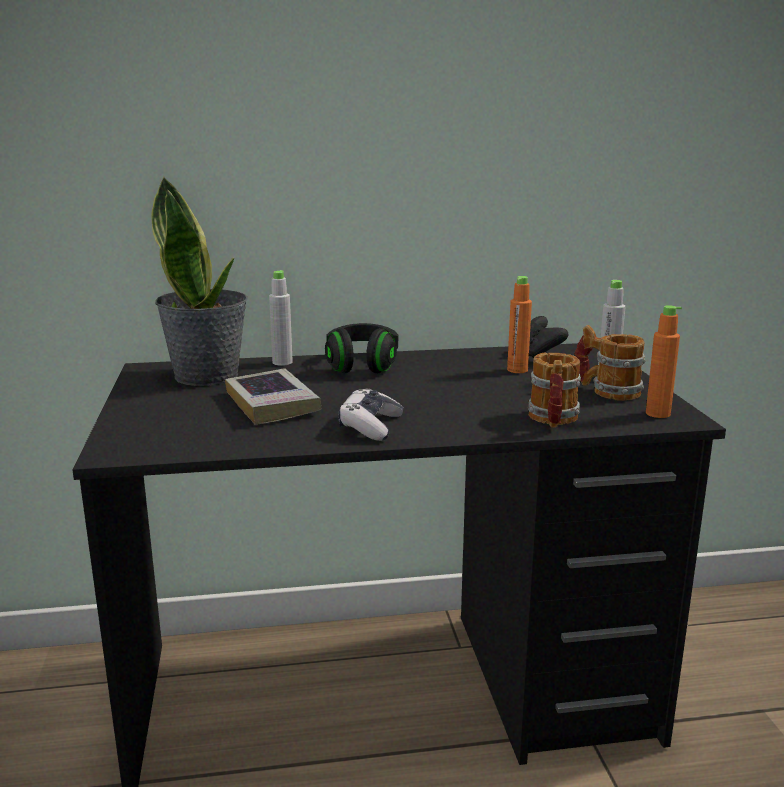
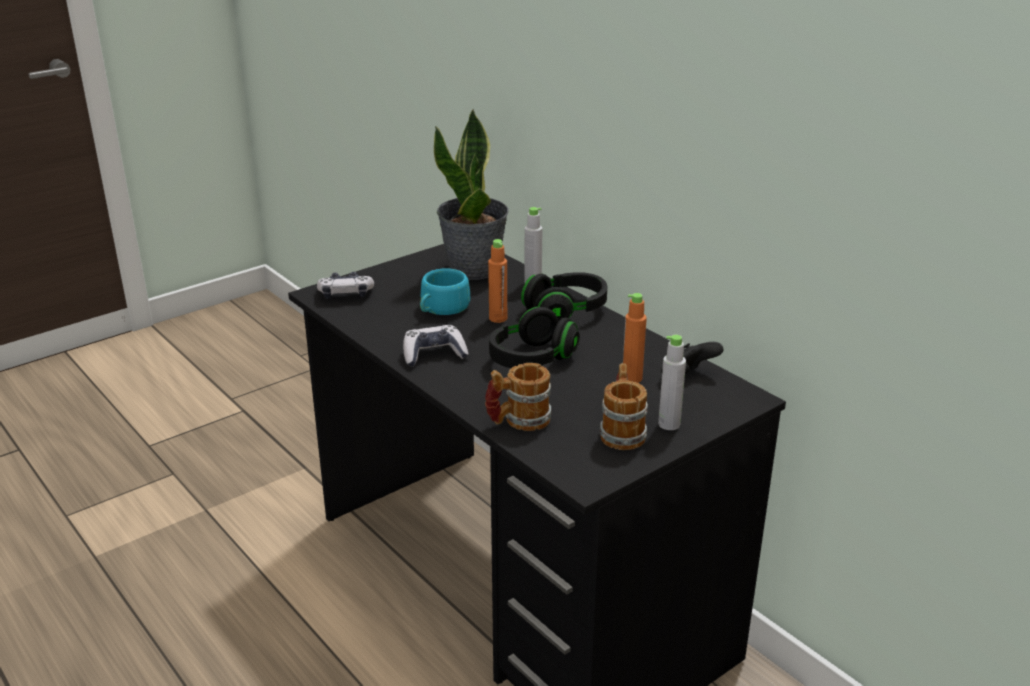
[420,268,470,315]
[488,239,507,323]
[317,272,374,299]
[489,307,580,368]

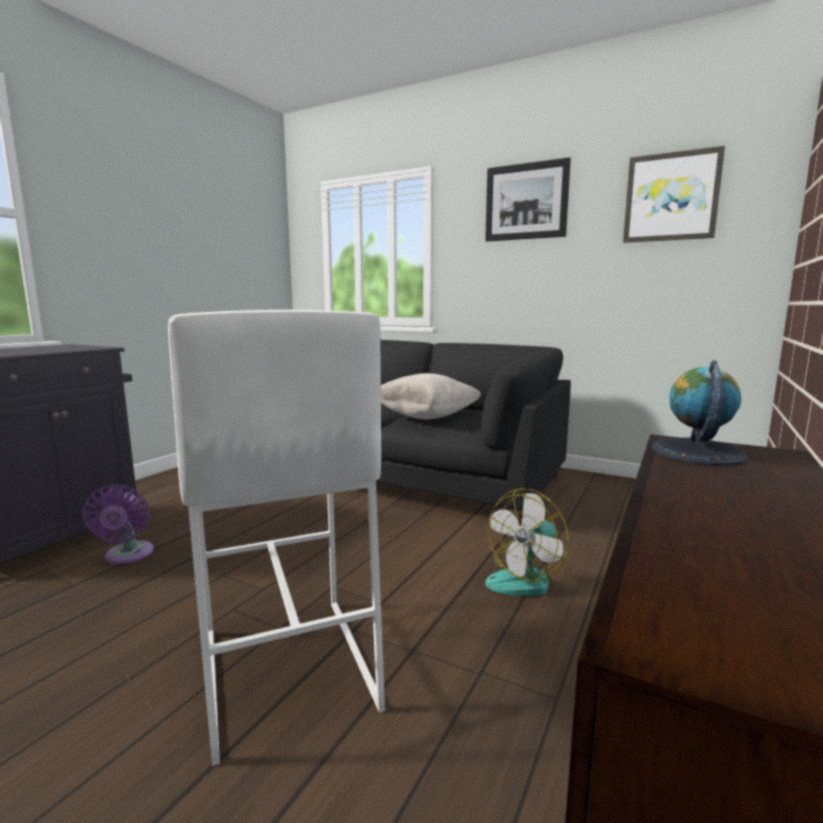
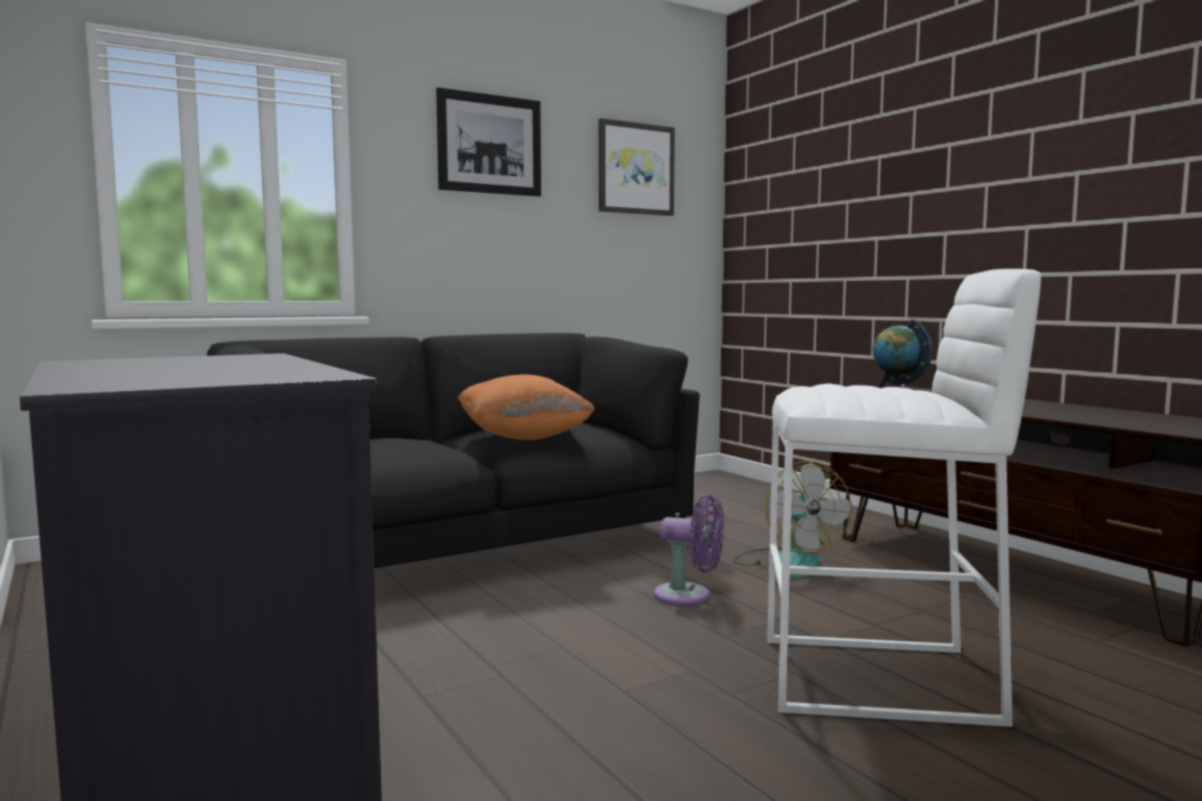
[654,495,724,606]
[458,374,595,440]

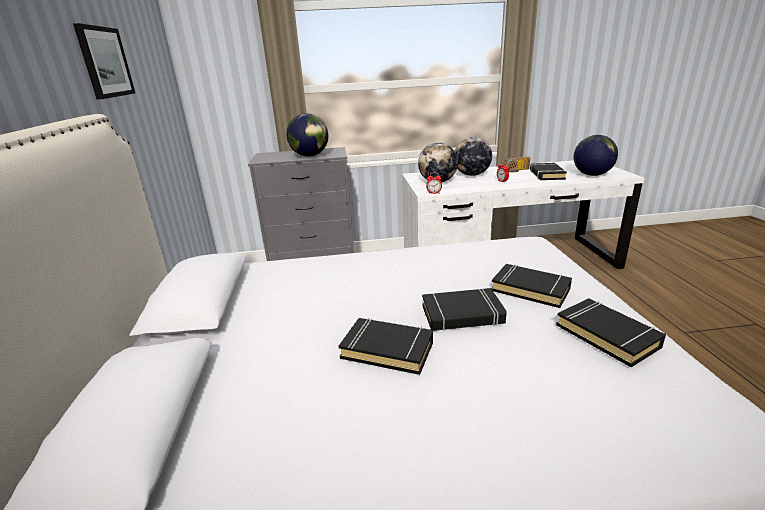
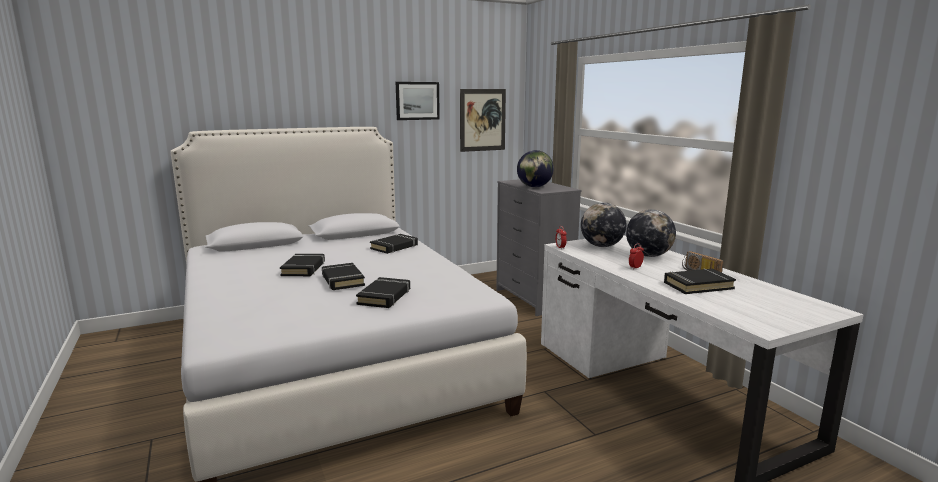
[370,234,418,254]
[574,135,618,176] (first image)
[460,89,506,152]

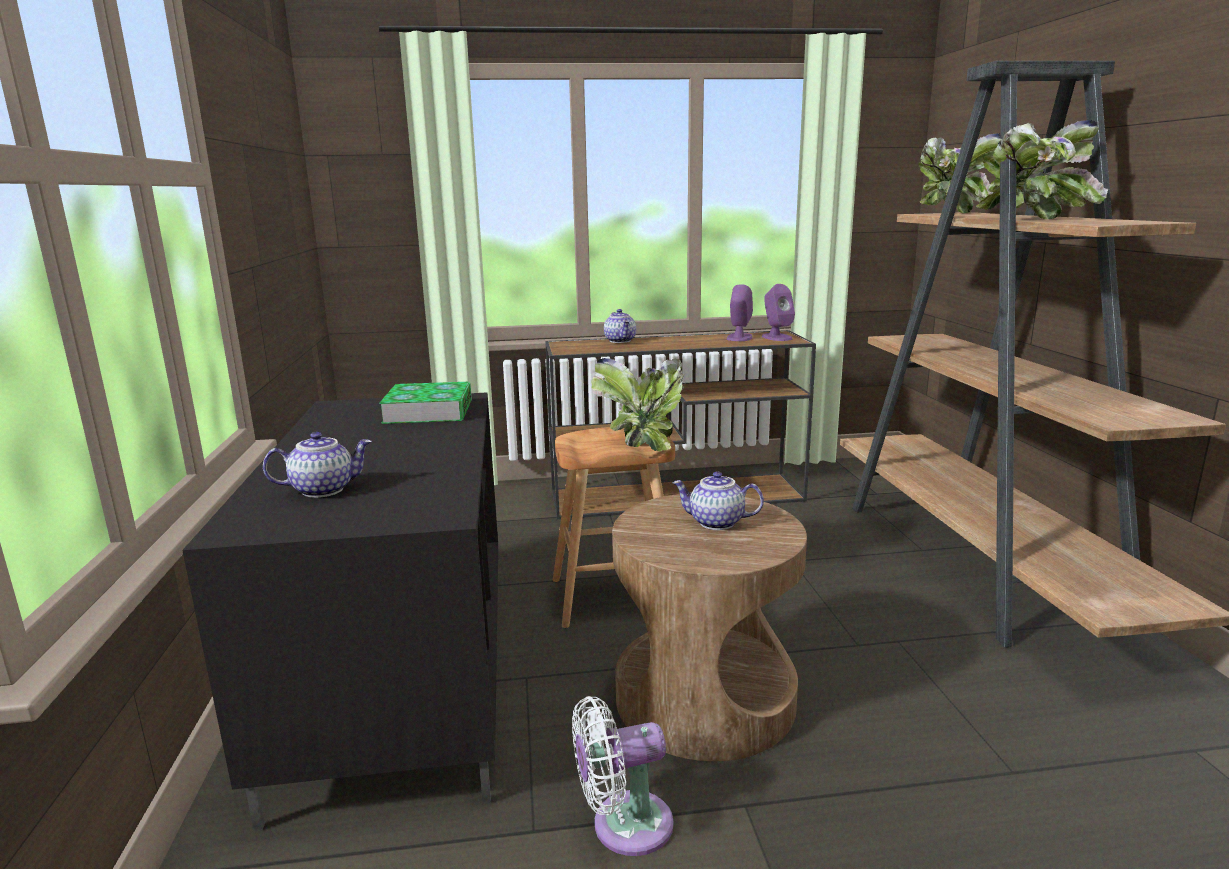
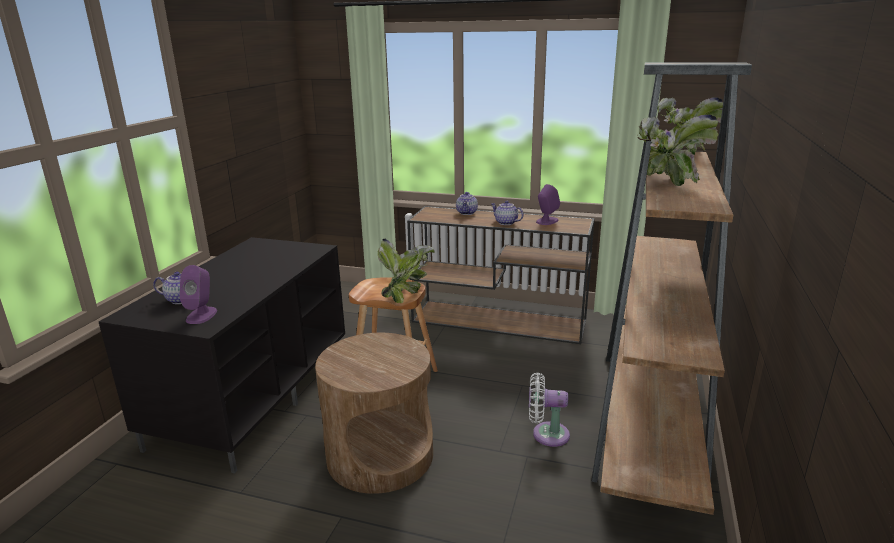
[379,382,472,424] (first image)
[529,372,570,447]
[491,201,523,225]
[180,265,217,324]

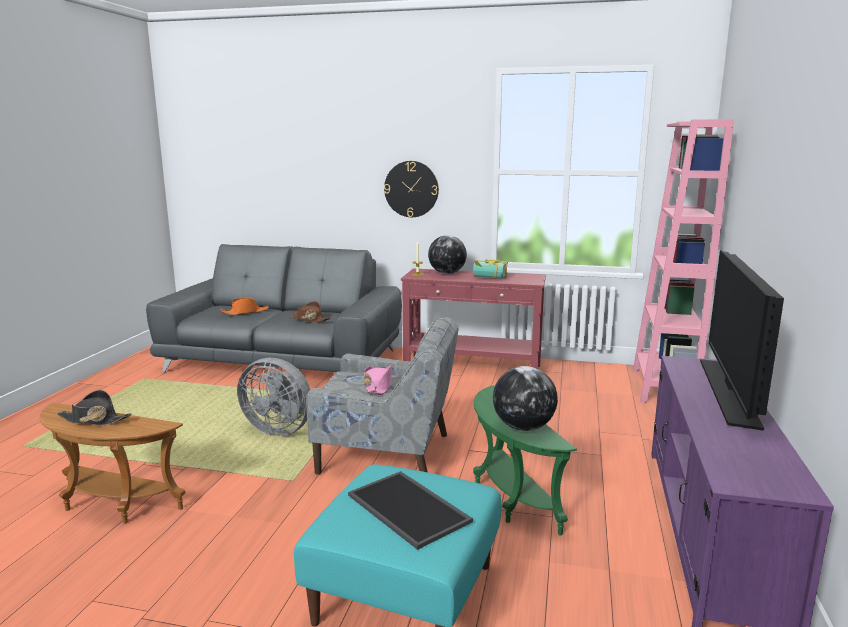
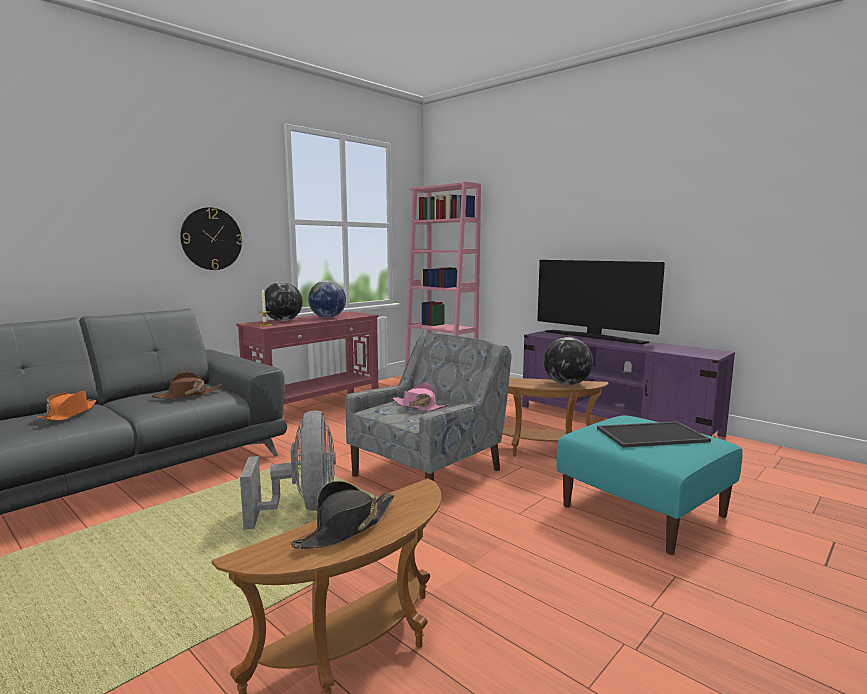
[240,410,336,530]
[308,280,346,318]
[503,378,609,456]

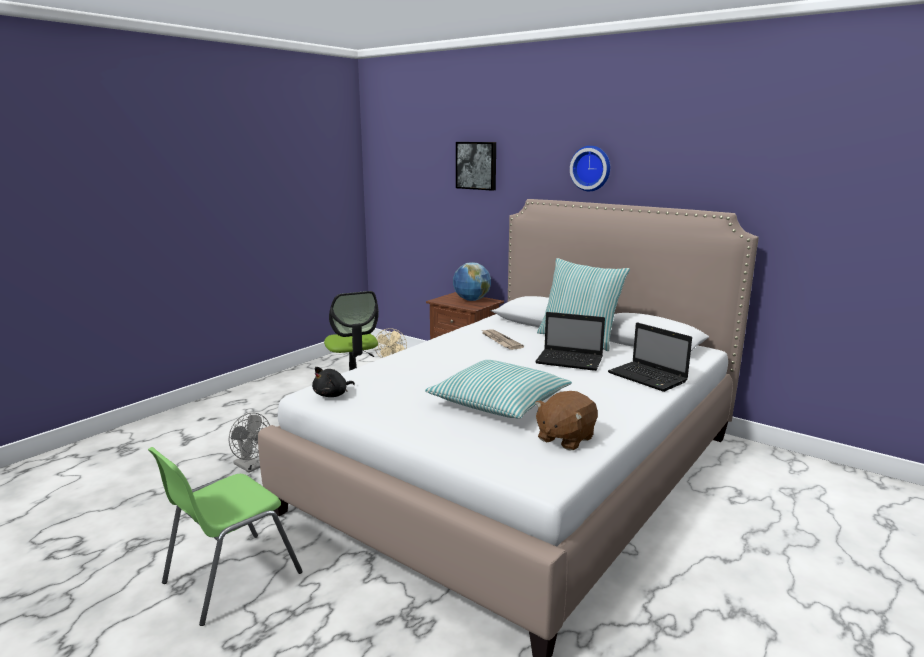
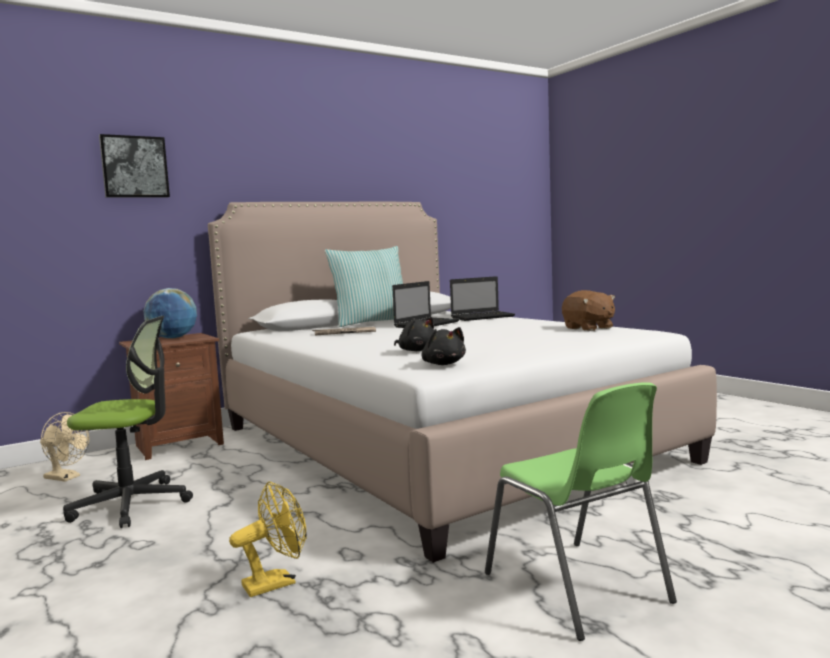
[229,481,307,597]
[425,360,572,419] (first image)
[570,146,610,191] (first image)
[394,317,434,351]

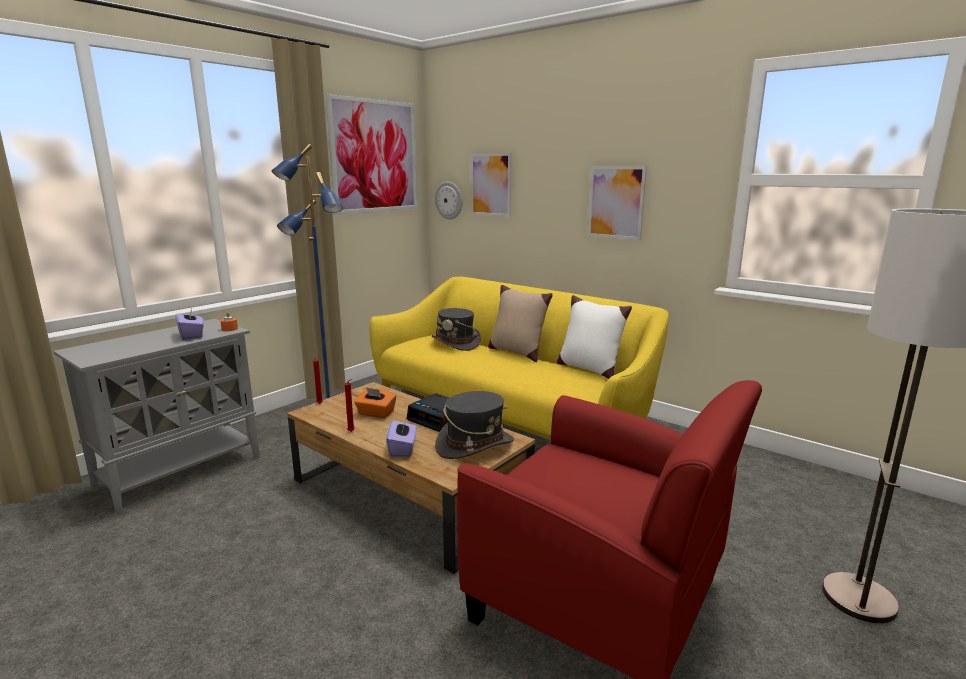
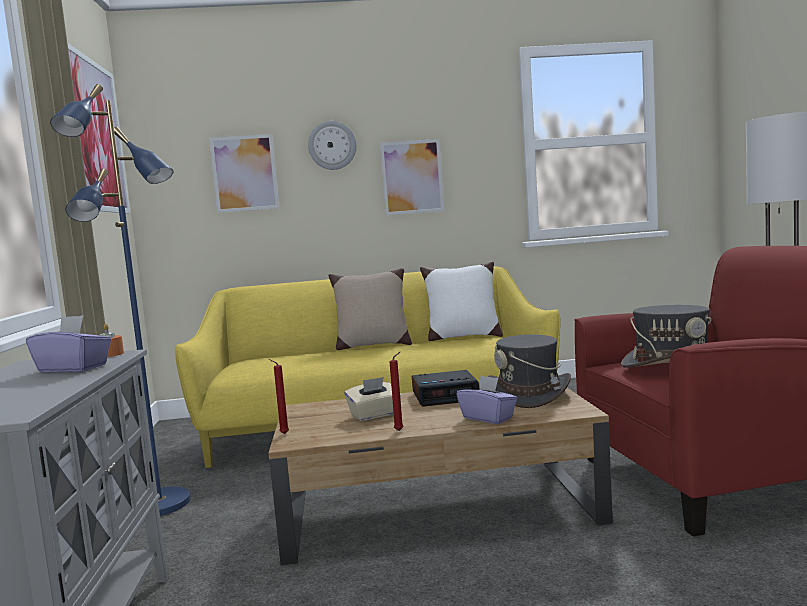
[345,377,401,421]
[621,305,712,368]
[308,121,356,170]

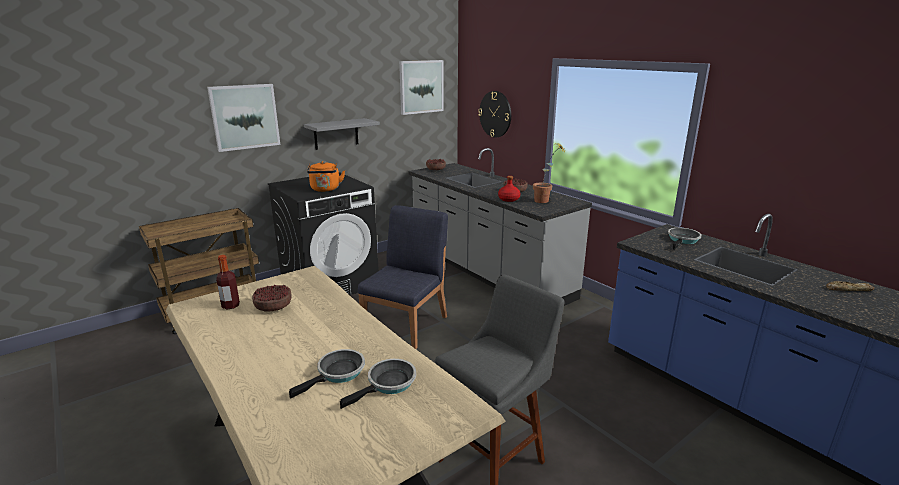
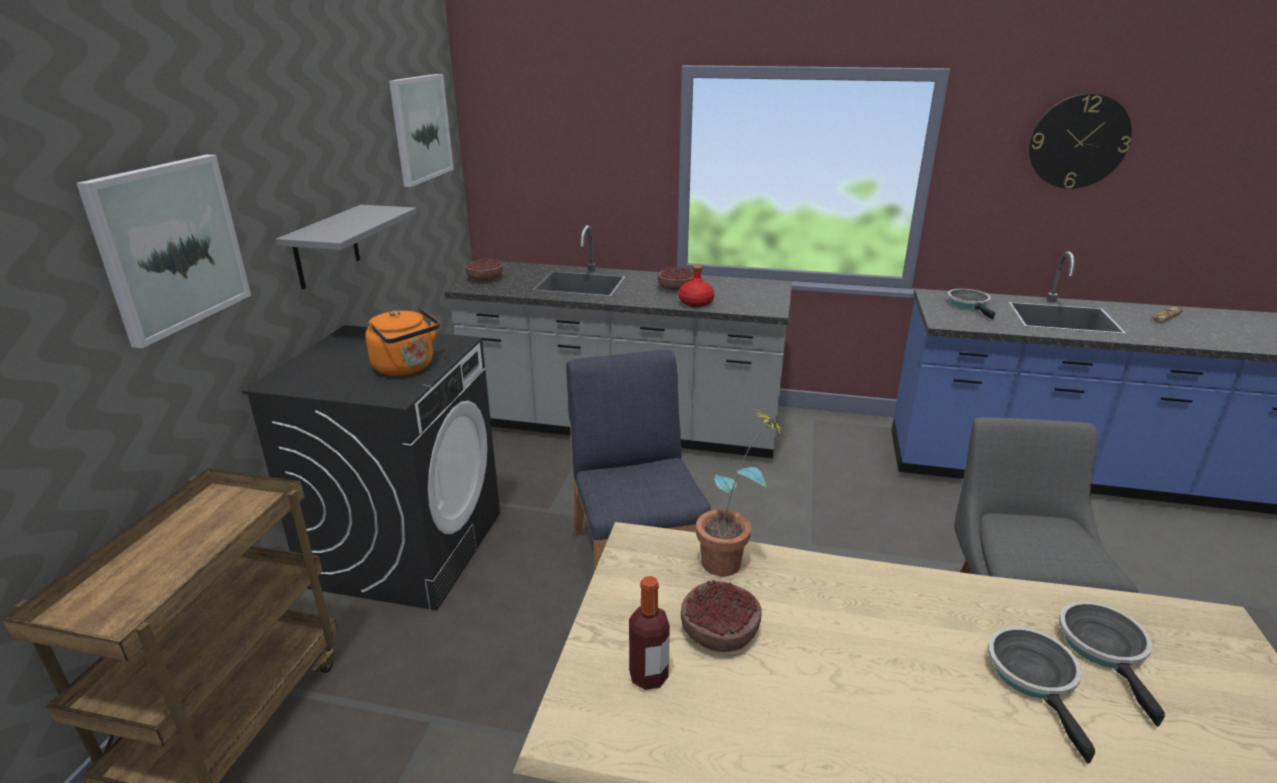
[1029,94,1132,189]
[696,408,788,576]

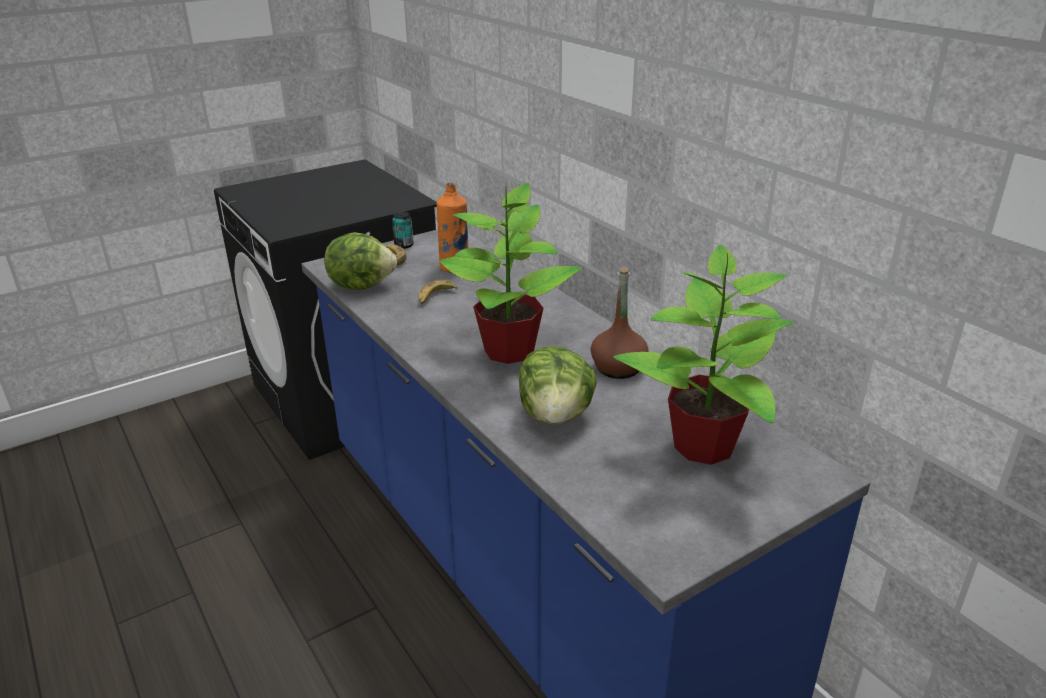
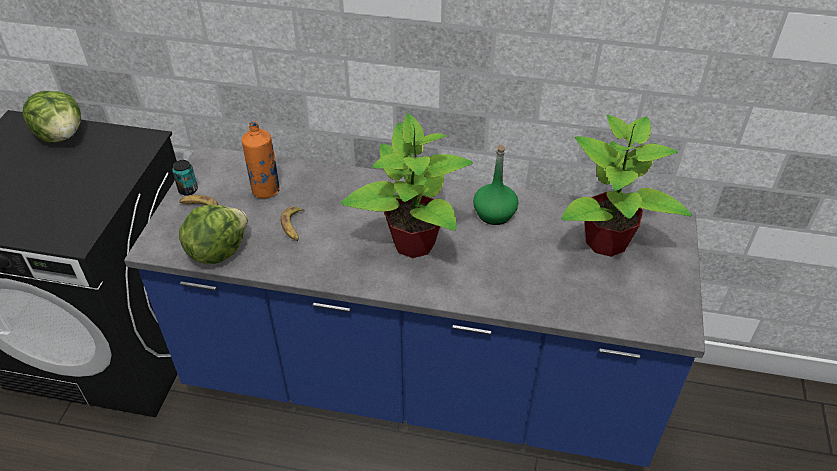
[22,91,81,142]
[473,145,518,225]

